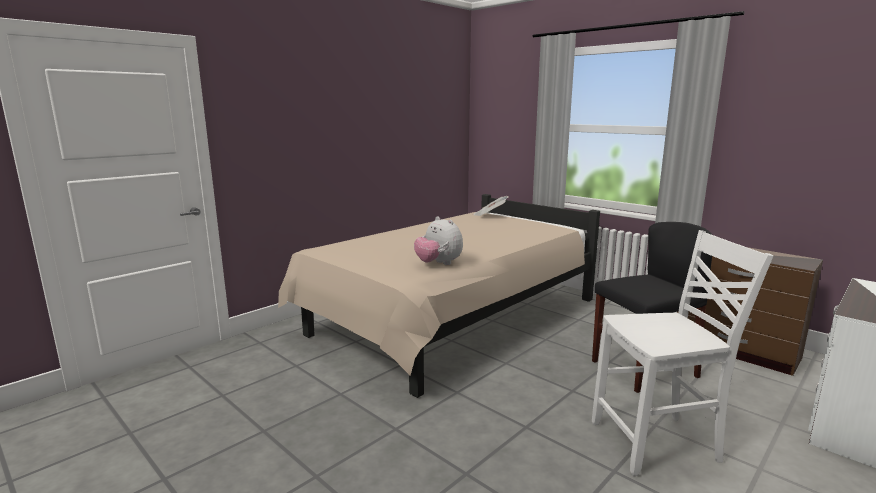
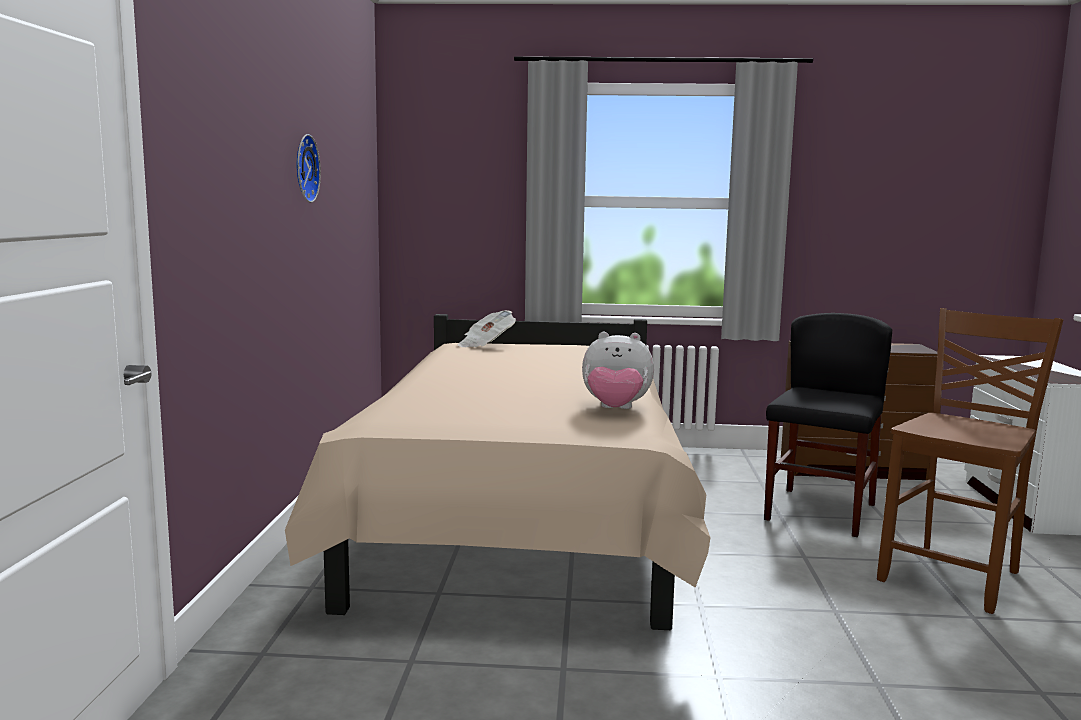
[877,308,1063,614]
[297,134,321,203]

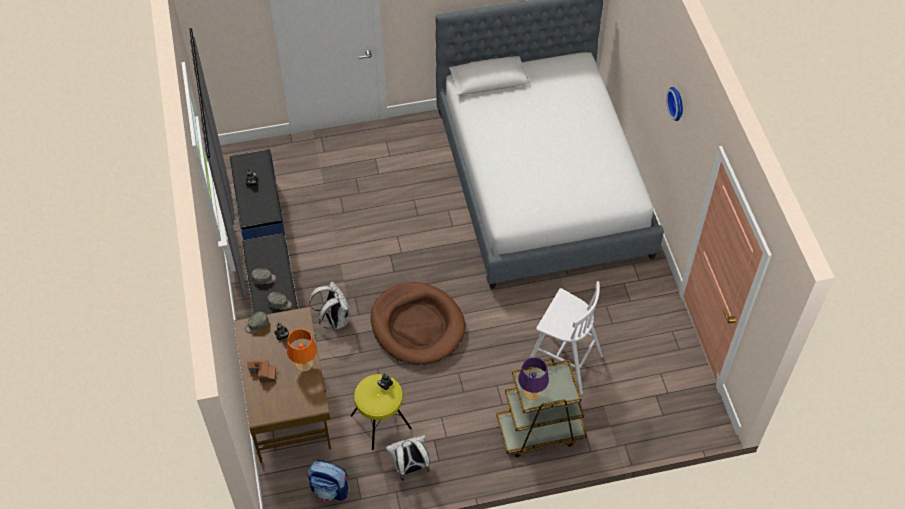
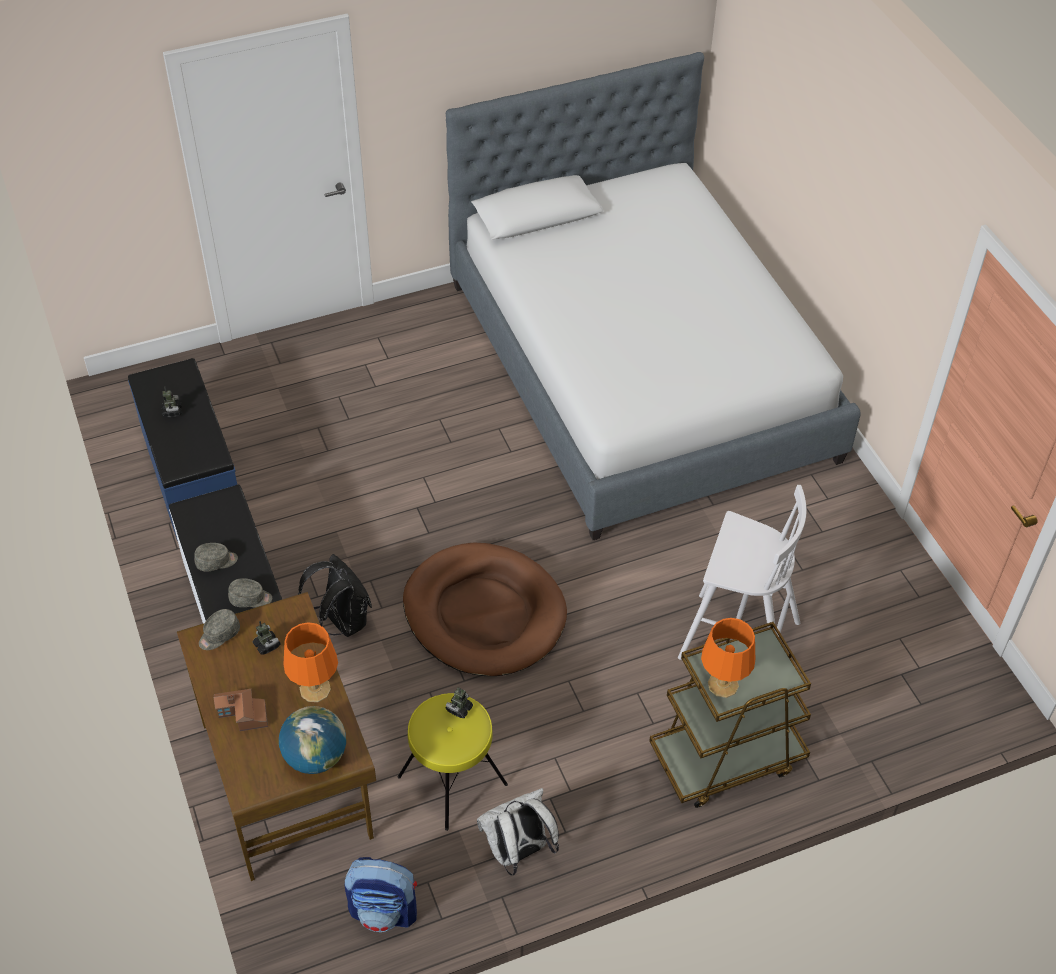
[298,554,372,637]
[701,618,755,698]
[666,87,683,121] (first image)
[279,706,346,774]

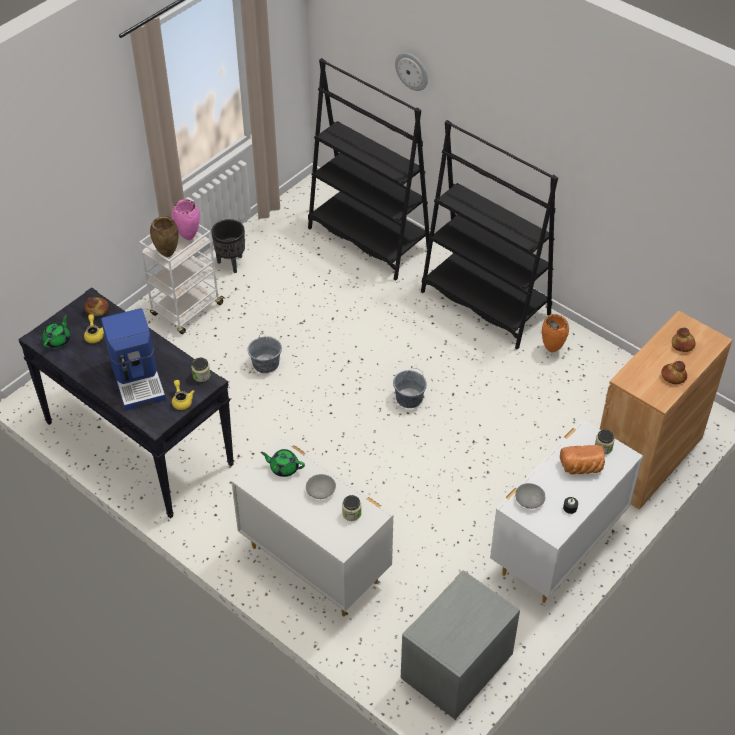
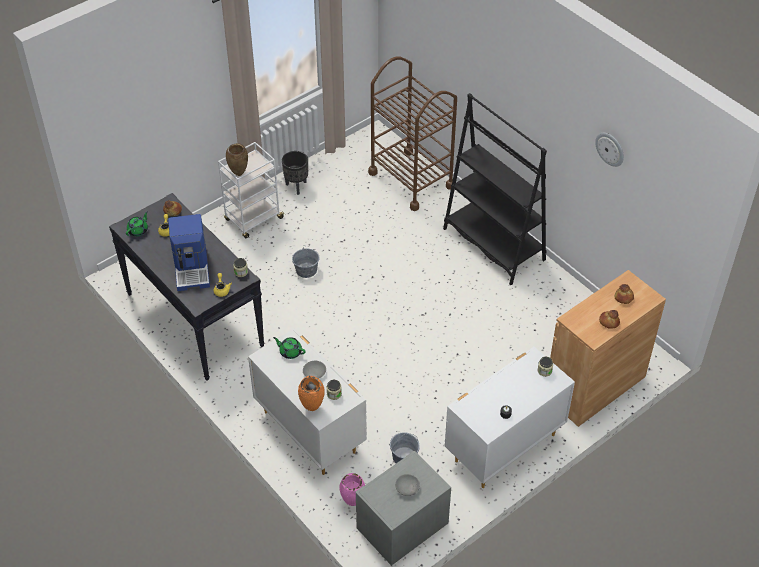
[340,473,365,506]
[368,57,457,211]
[390,432,420,463]
[595,133,624,167]
[395,474,420,496]
[298,376,325,411]
[560,445,605,474] (first image)

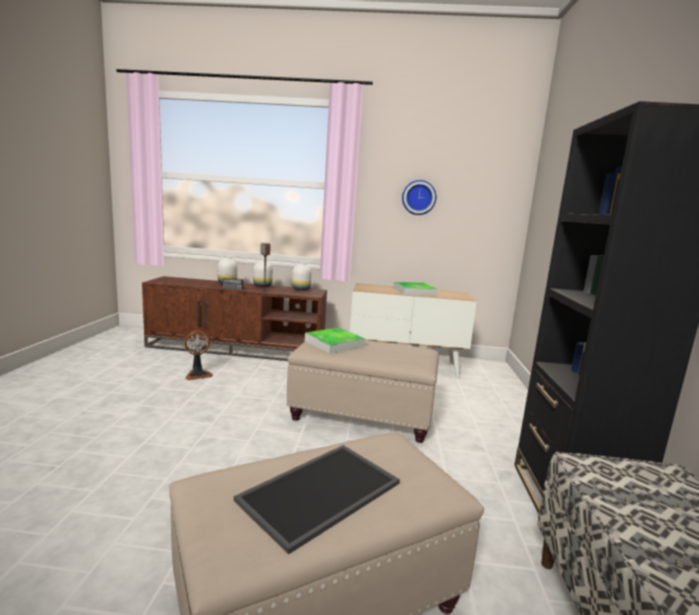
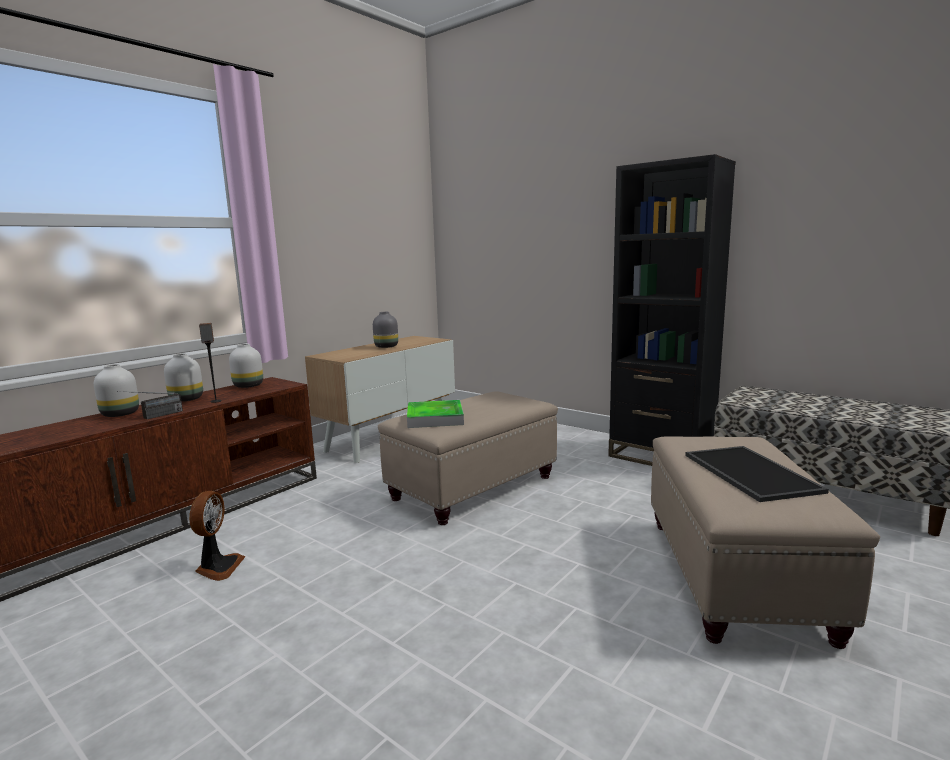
[373,312,398,348]
[402,180,436,215] (first image)

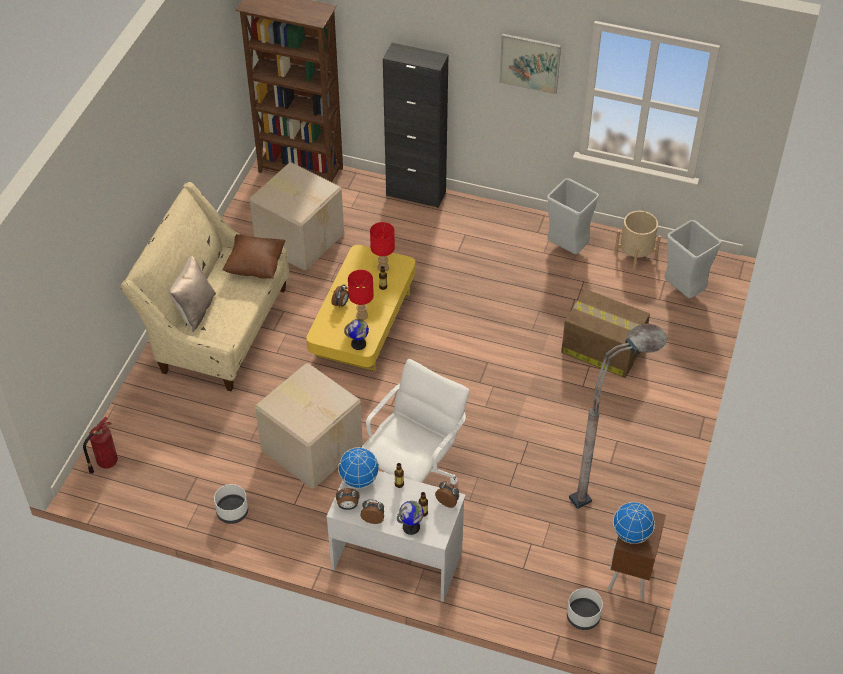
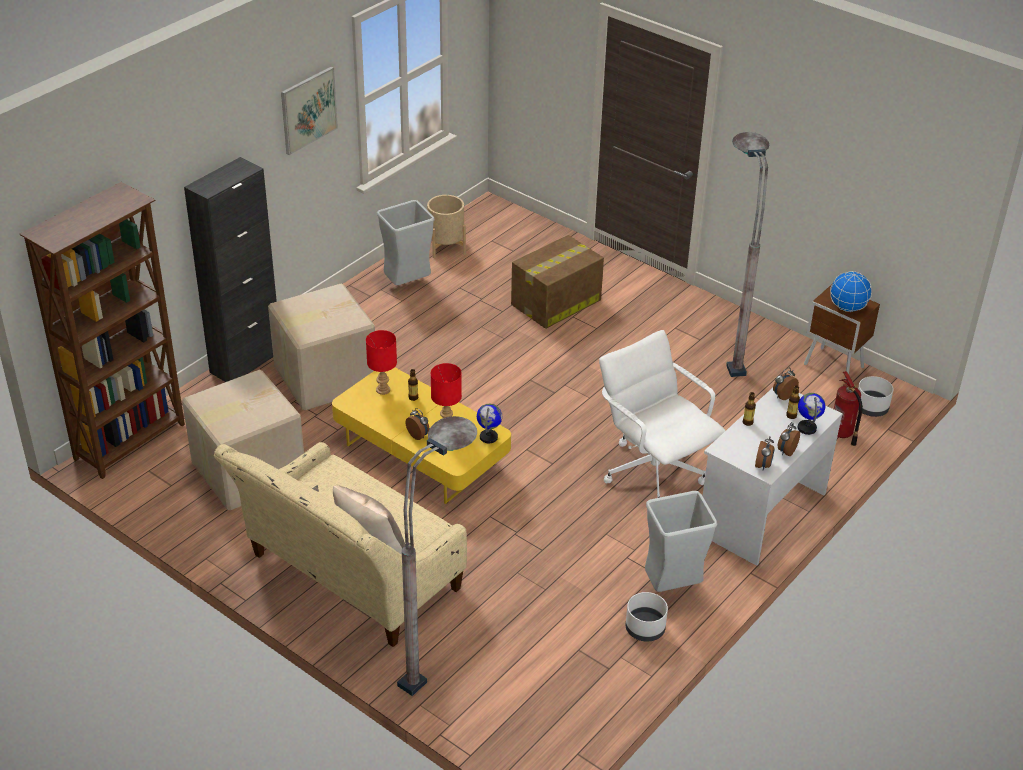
[834,371,863,446]
[222,234,286,279] (first image)
[268,283,375,411]
[338,447,379,488] (first image)
[645,491,717,592]
[397,416,477,696]

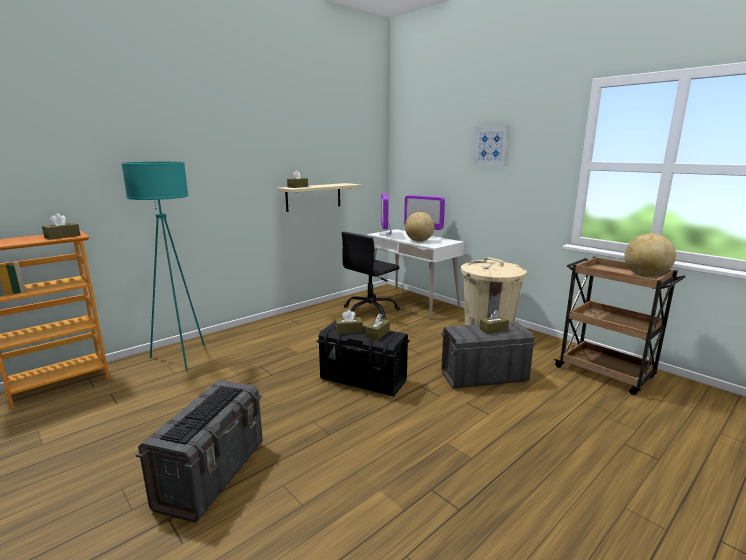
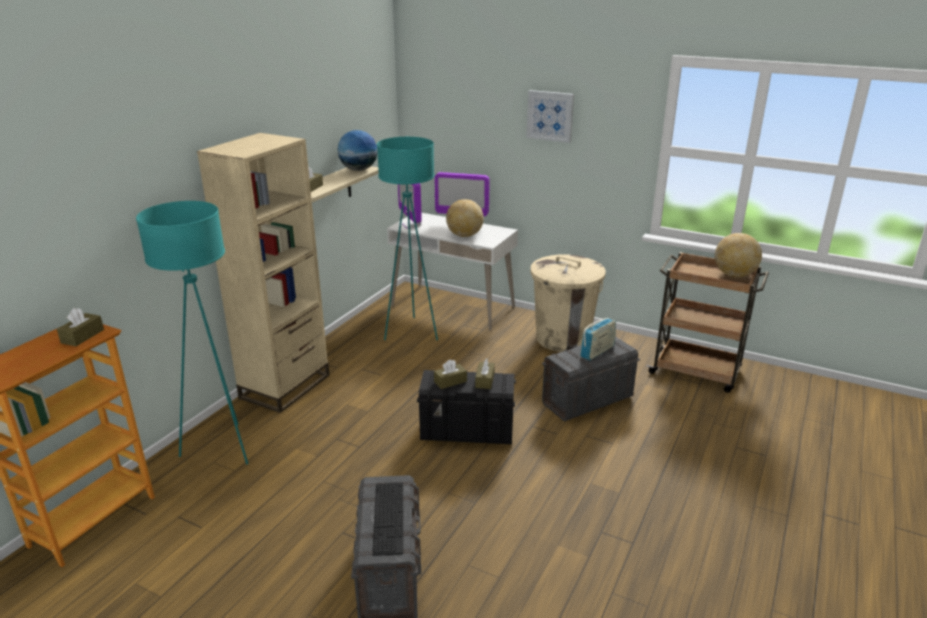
[377,137,438,340]
[580,318,616,360]
[197,133,329,413]
[337,130,378,171]

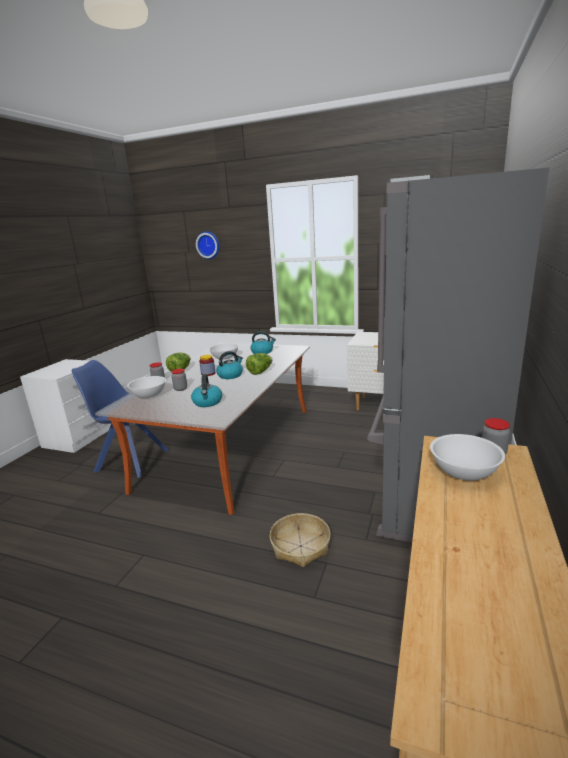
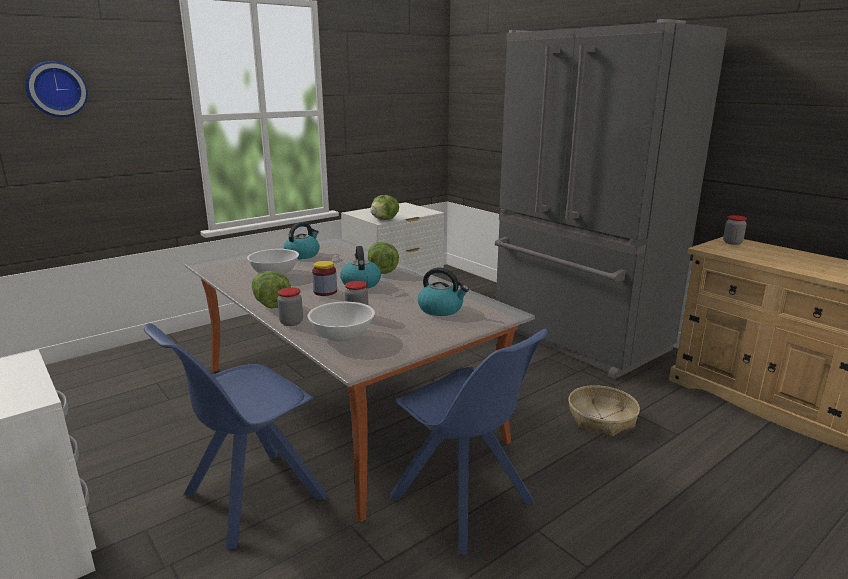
[430,434,505,480] (first image)
[370,195,399,220]
[390,329,548,555]

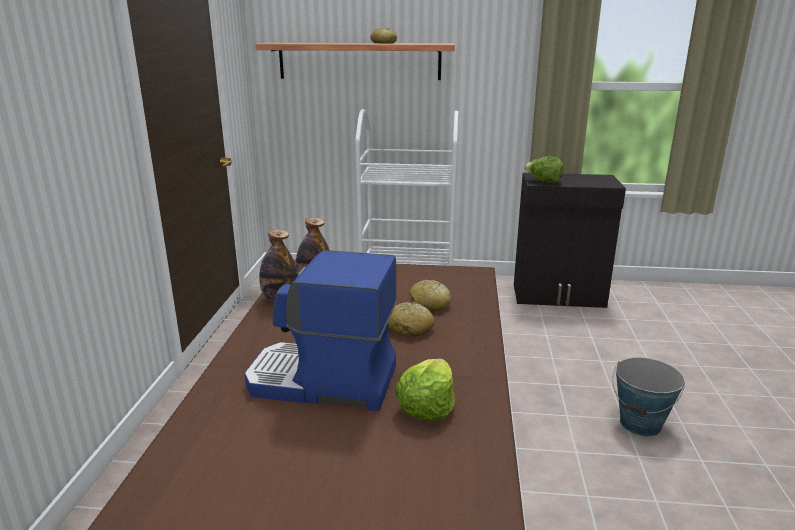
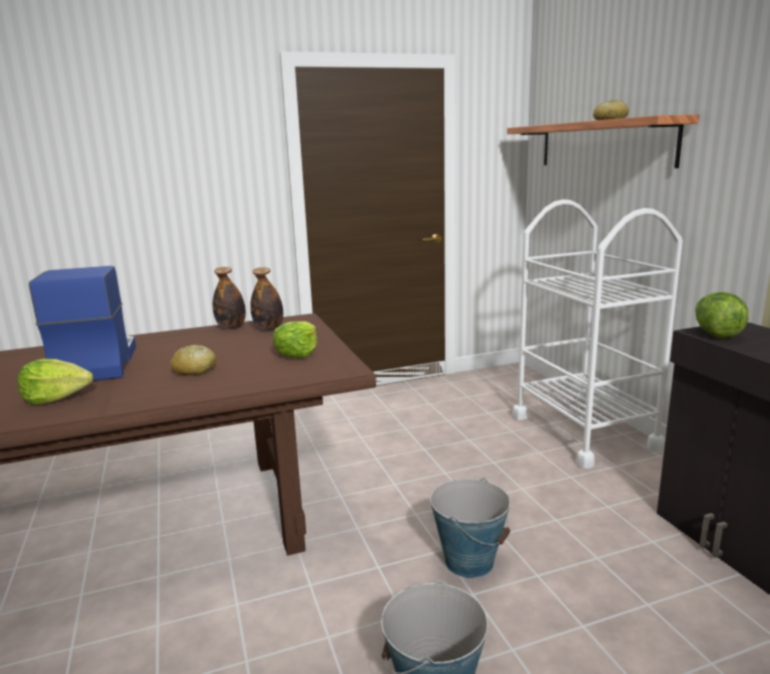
[409,279,451,311] (first image)
[273,321,317,358]
[430,478,510,578]

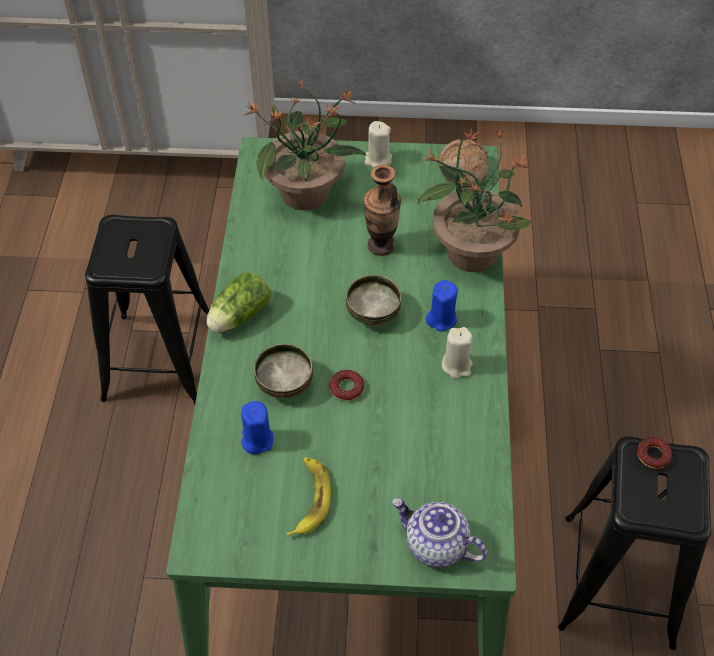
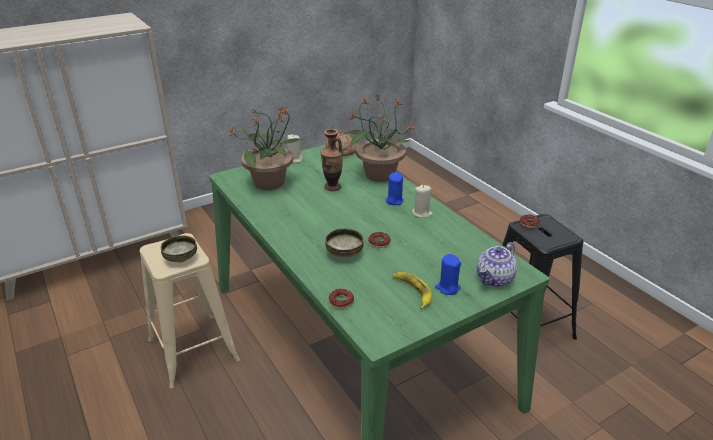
[140,233,240,388]
[207,272,271,332] (first image)
[435,254,461,295]
[161,235,197,262]
[477,242,517,287]
[329,289,354,309]

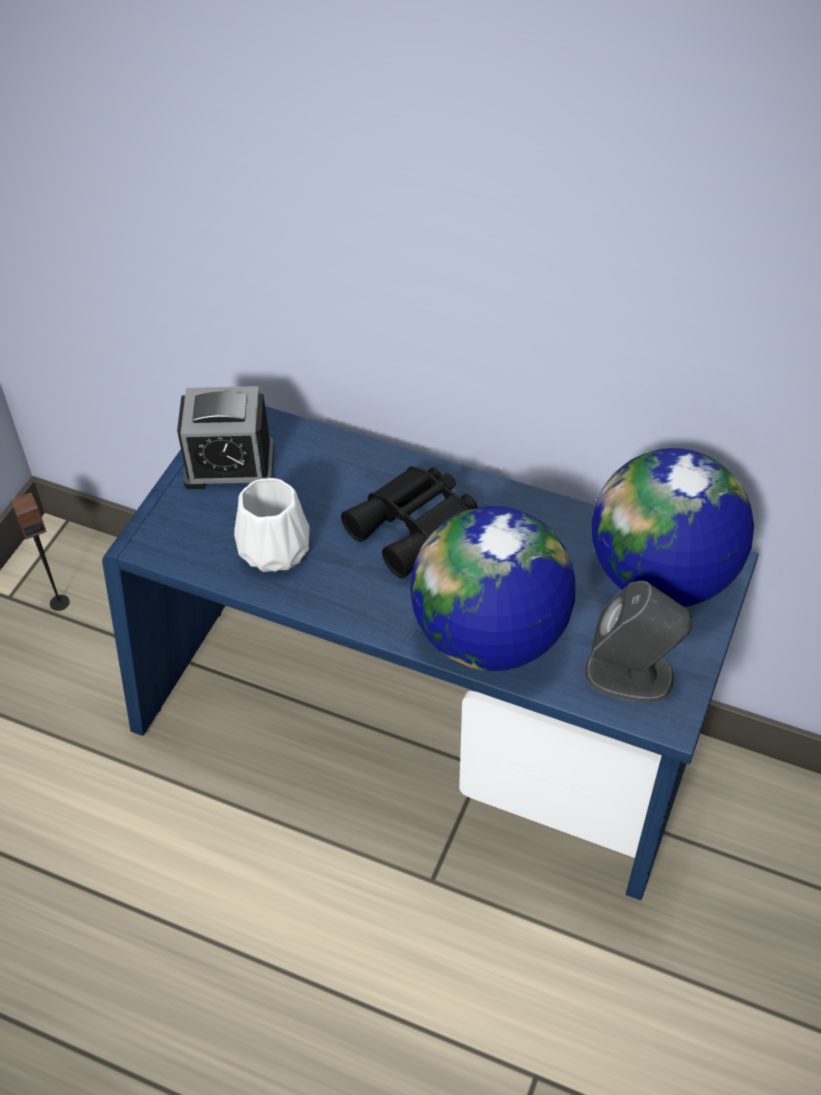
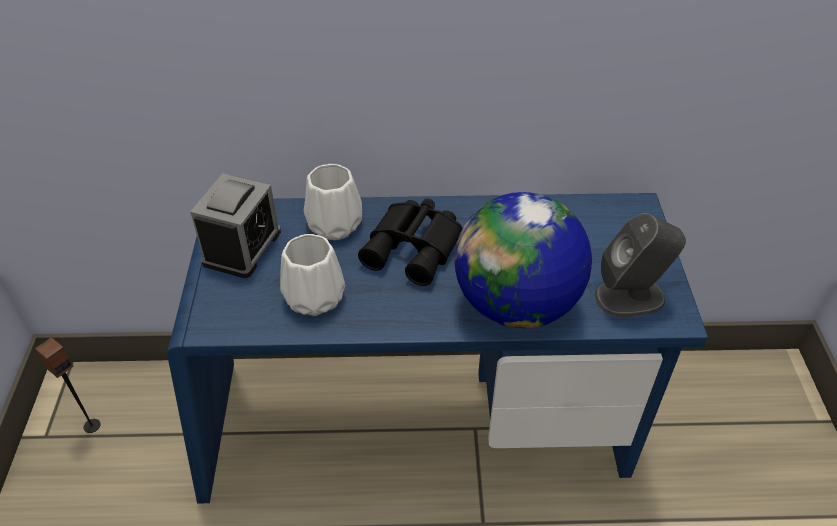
[190,173,281,278]
[592,448,754,607] (first image)
[304,164,362,240]

